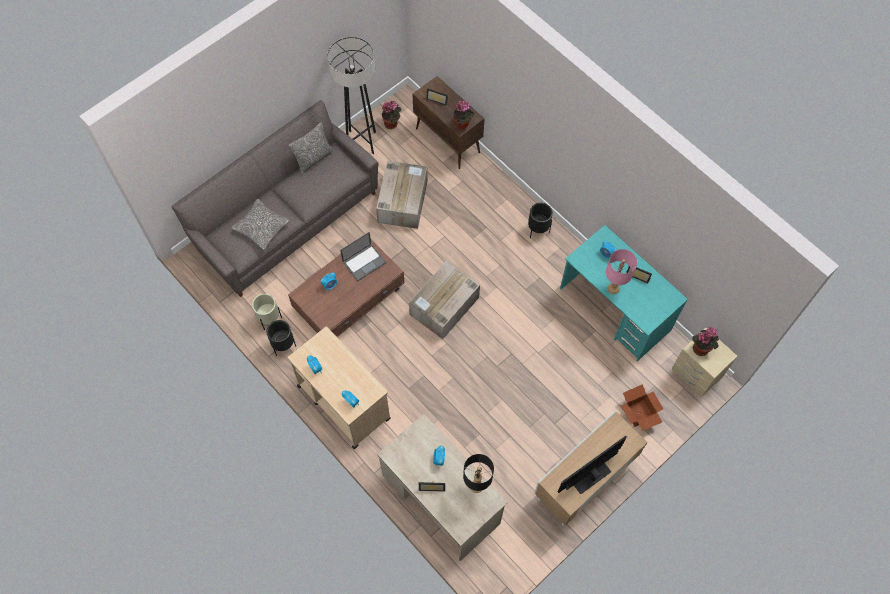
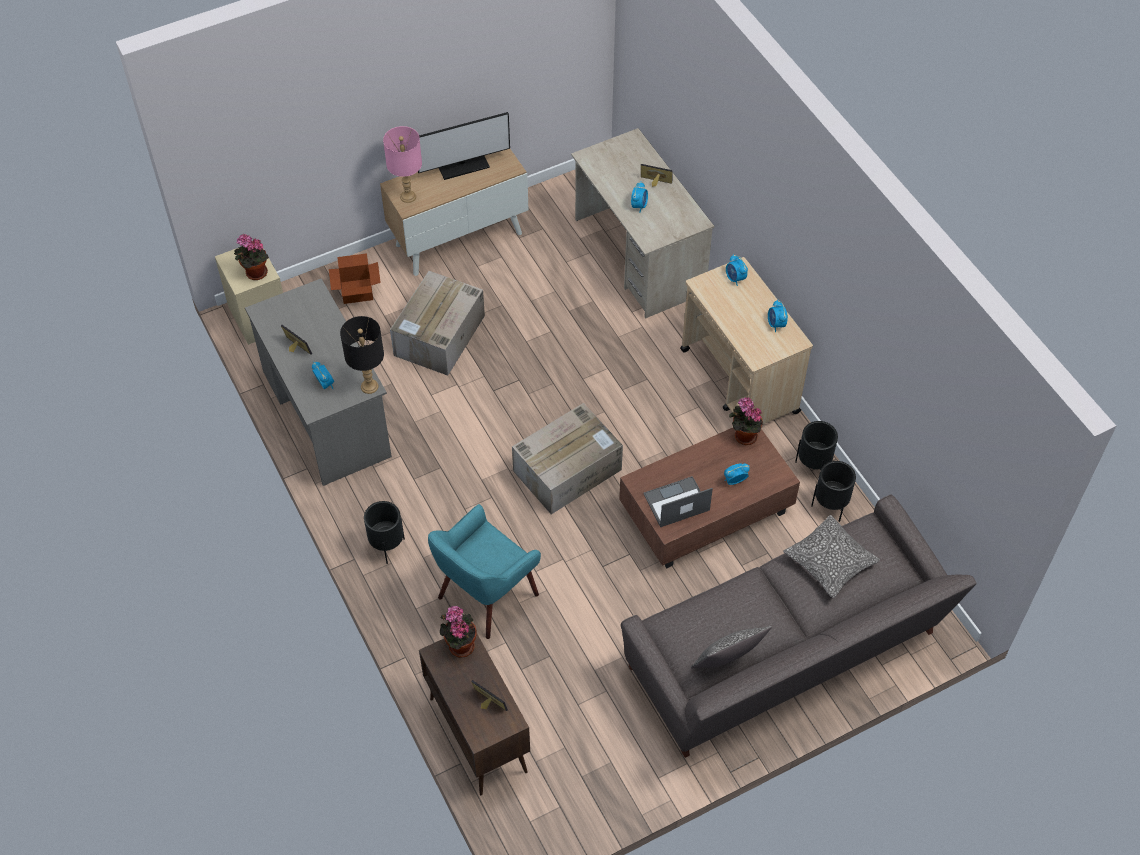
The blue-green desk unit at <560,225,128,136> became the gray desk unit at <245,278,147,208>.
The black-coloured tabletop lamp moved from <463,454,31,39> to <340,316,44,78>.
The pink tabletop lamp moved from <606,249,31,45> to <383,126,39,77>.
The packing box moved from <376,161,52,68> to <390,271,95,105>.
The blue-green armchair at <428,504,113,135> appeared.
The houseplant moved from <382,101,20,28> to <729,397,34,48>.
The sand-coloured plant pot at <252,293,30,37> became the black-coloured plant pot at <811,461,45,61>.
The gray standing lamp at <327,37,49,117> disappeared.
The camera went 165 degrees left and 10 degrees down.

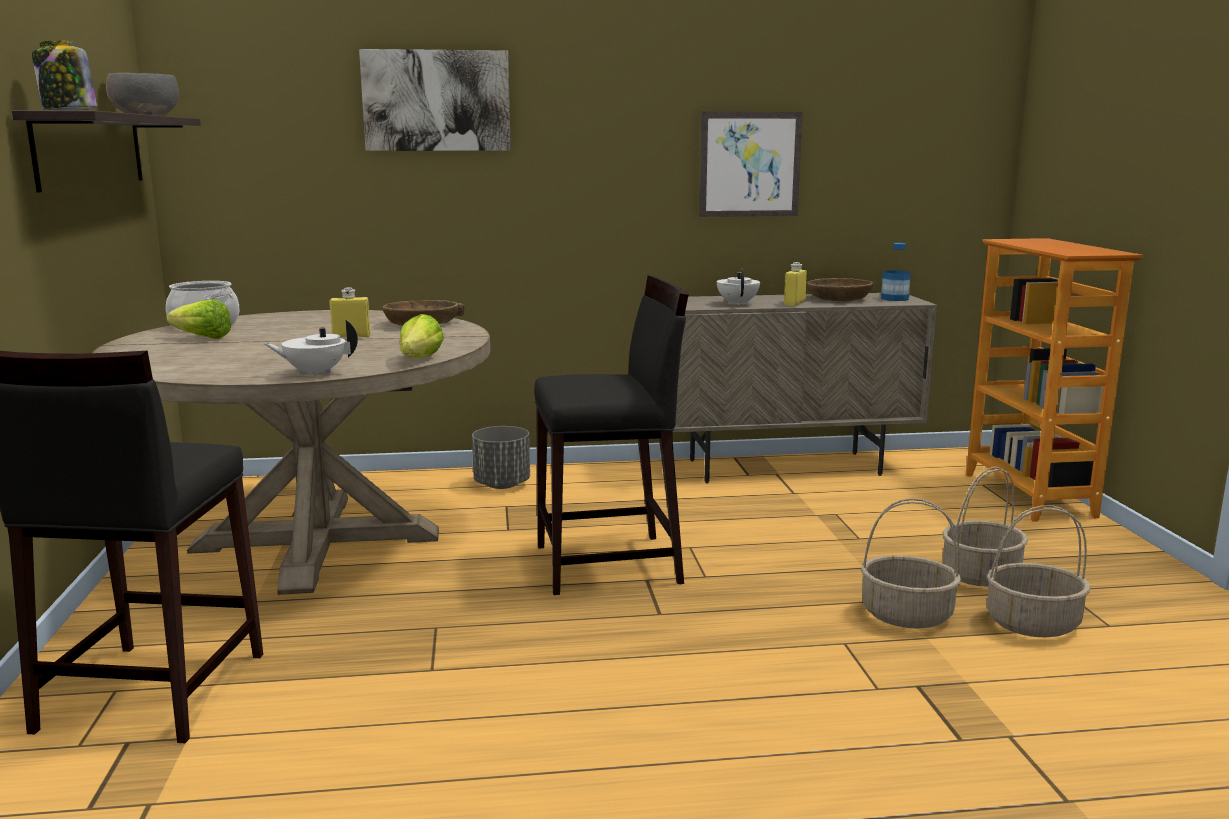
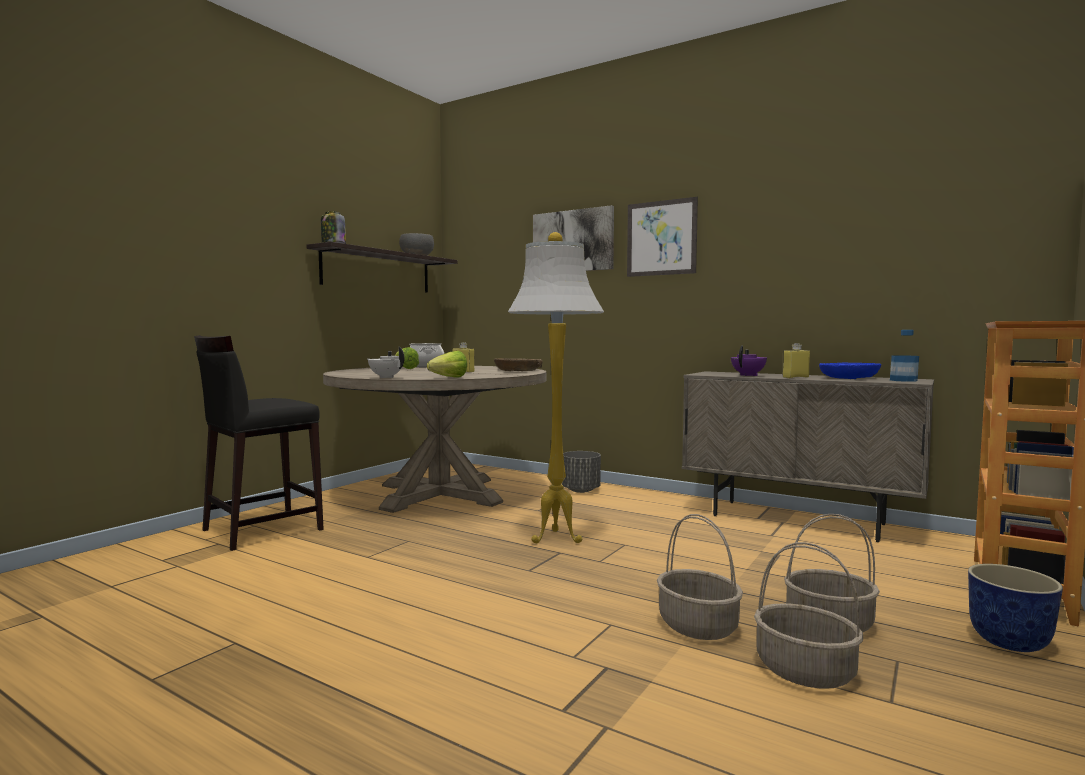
The black-coloured stool seat at <534,275,154,320> was replaced by the white standing lamp at <508,232,96,311>.
The wall art moved from <699,111,104,106> to <627,197,71,80>.
The white tea pot at <717,269,43,37> became the purplish tea pot at <731,345,36,31>.
The brown-coloured serving bowl at <806,278,67,23> became the bluish serving bowl at <819,363,62,16>.
The plant pot at <968,564,95,88> appeared.
The camera went 40 degrees right and 10 degrees down.

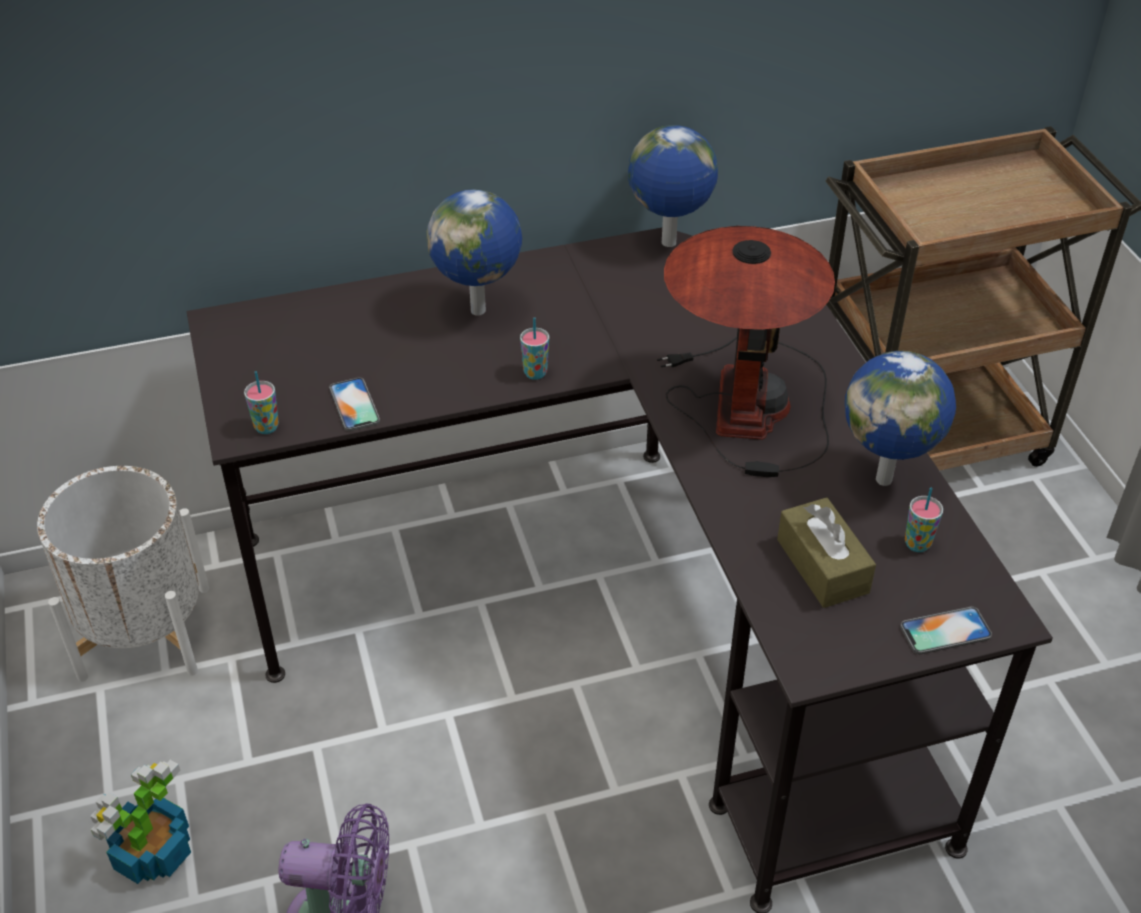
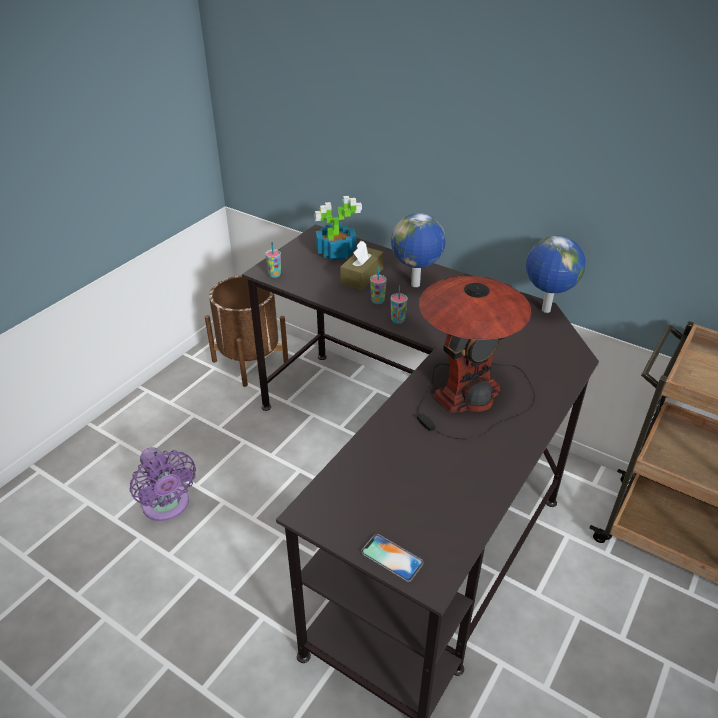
The white plant pot at <37,466,172,216> became the brown-coloured plant pot at <205,275,83,112>.
The houseplant moved from <90,760,101,124> to <314,196,48,64>.
The brown-coloured tissue box moved from <777,497,99,111> to <340,241,44,49>.
The cup moved from <905,488,38,64> to <370,267,17,37>.
The handset at <329,377,51,54> disappeared.
The desk globe at <845,351,111,135> disappeared.
The camera went 50 degrees right and 5 degrees down.

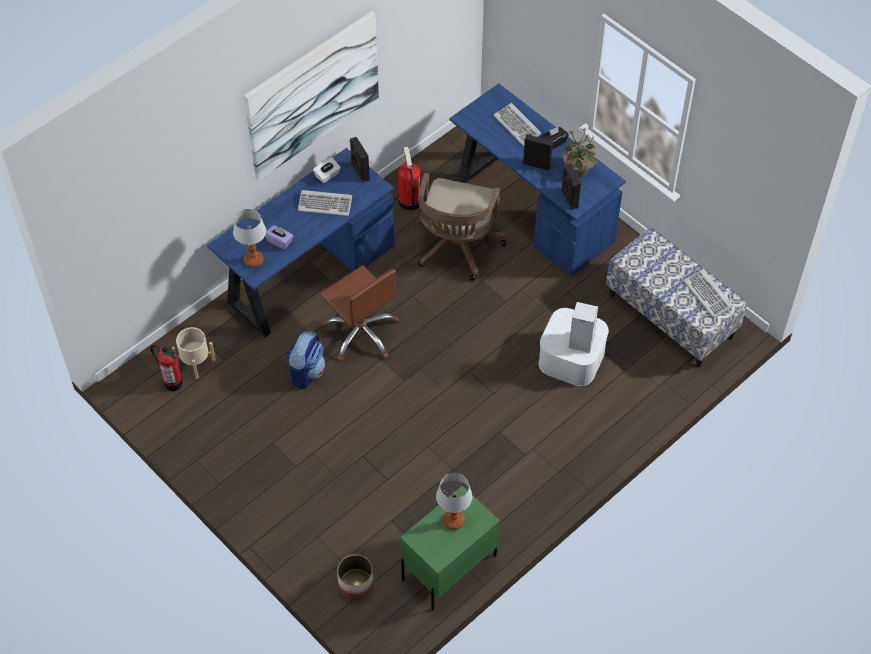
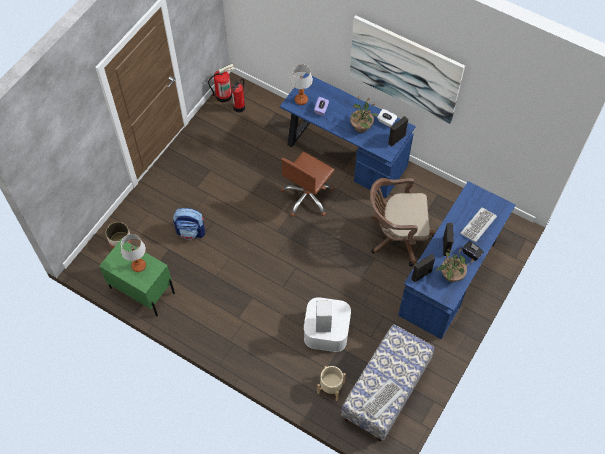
The rucksack moved from <286,331,40,58> to <173,208,32,32>.
The extinguisher moved from <398,147,23,63> to <208,64,28,39>.
The sand-coloured plant pot moved from <172,327,44,52> to <317,366,29,35>.
The computer keyboard at <298,190,54,26> was replaced by the houseplant at <350,96,28,37>.
The camera went 75 degrees right and 5 degrees up.

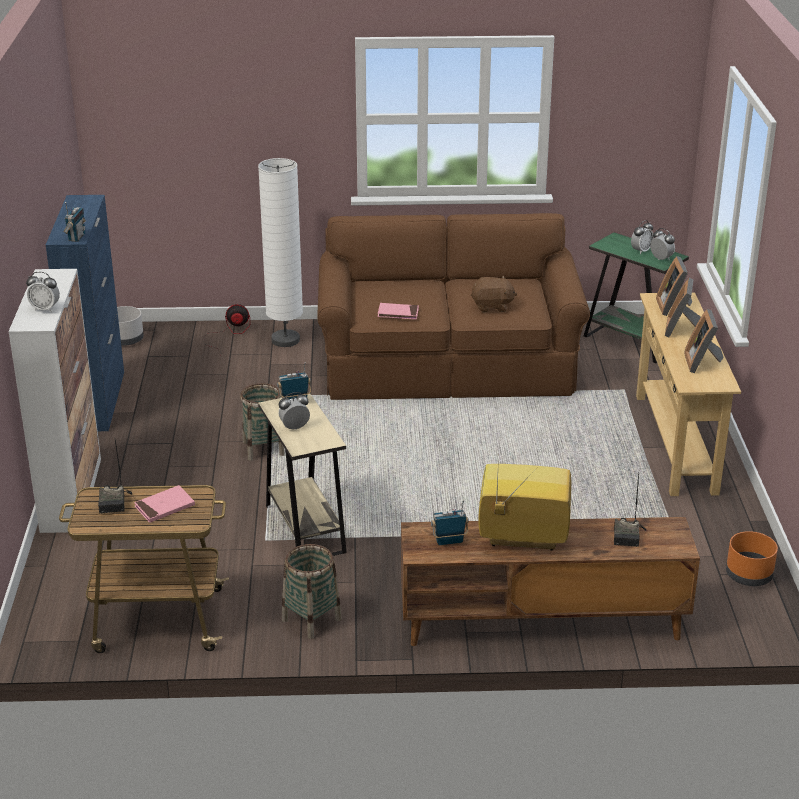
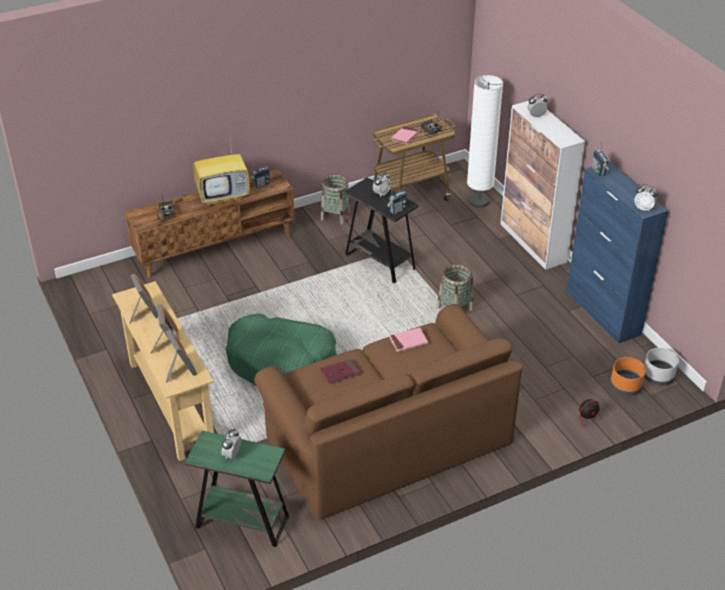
The green pet bed at <226,313,111,73> appeared.
The brown-coloured soft toy at <471,276,46,36> was replaced by the reddish bound book at <320,359,40,25>.
The sand-coloured side table at <258,394,89,162> became the black-coloured side table at <344,177,75,106>.
The white standing lamp moved from <258,158,45,189> to <467,75,36,133>.
The orange plant pot moved from <726,531,52,55> to <610,357,36,39>.
The alarm clock moved from <650,228,25,32> to <634,184,24,28>.
The camera went 155 degrees right and 10 degrees up.

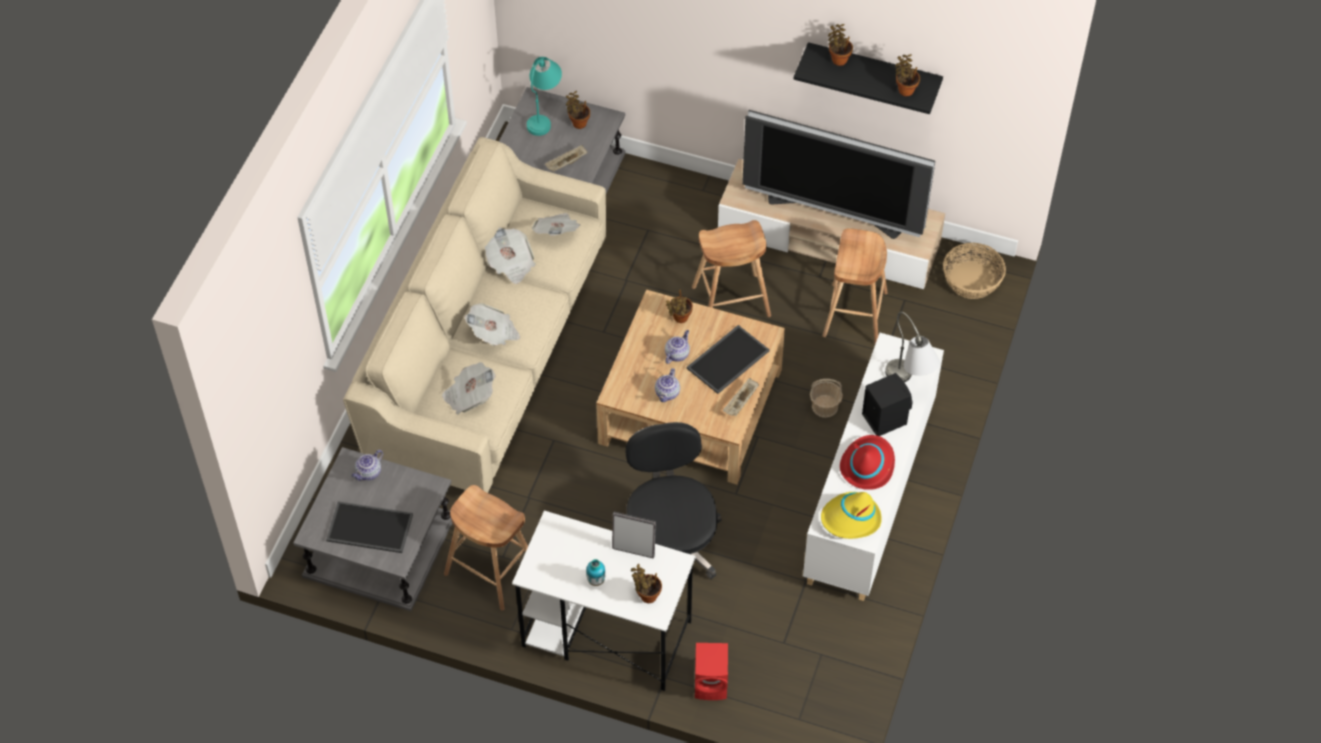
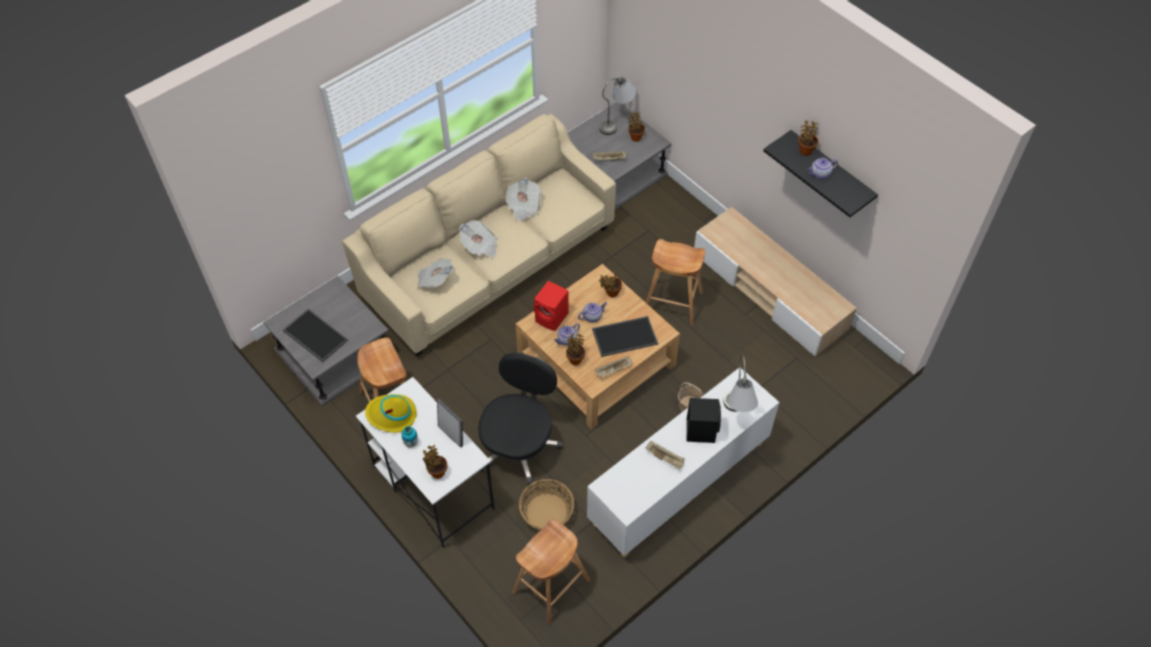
The yellow clothing hat moved from <821,492,61,47> to <365,394,52,39>.
The brown-coloured stool seat moved from <822,228,66,116> to <512,519,78,105>.
The basket moved from <943,243,63,56> to <519,479,55,51>.
The reddish loudspeaker moved from <695,643,33,57> to <533,281,36,50>.
The houseplant moved from <895,54,25,42> to <566,333,19,32>.
The blue-green tabletop lamp at <527,57,35,79> became the gray tabletop lamp at <599,77,37,58>.
The reddish clothing hat at <840,435,55,55> was replaced by the sand-coloured tray at <645,441,40,29>.
The tea pot moved from <352,450,31,30> to <807,158,31,22>.
The printed paper at <532,213,48,23> disappeared.
The television at <742,110,193,129> disappeared.
The camera went 30 degrees right and 0 degrees up.

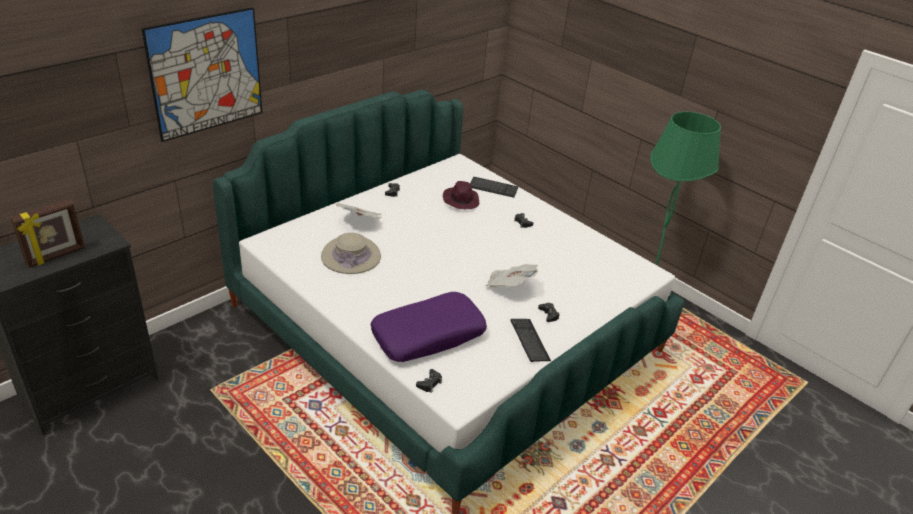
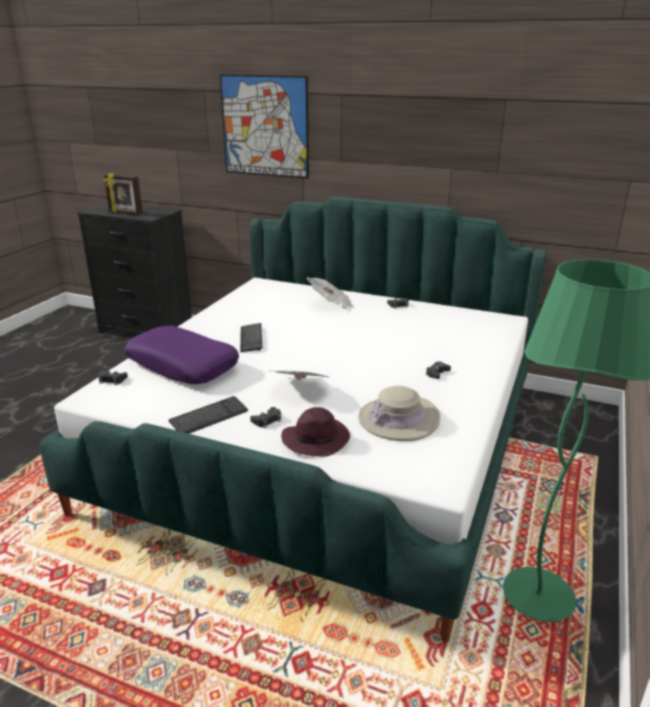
The computer keyboard moved from <470,177,48,21> to <240,323,22,29>.
The purplish clothing hat moved from <443,181,36,28> to <281,407,69,50>.
The sand-coloured clothing hat moved from <321,233,60,41> to <358,386,82,55>.
The camera went 70 degrees right and 10 degrees down.

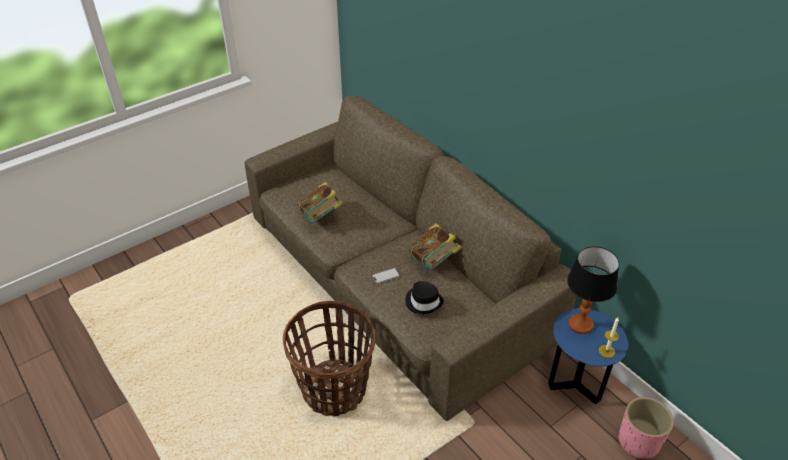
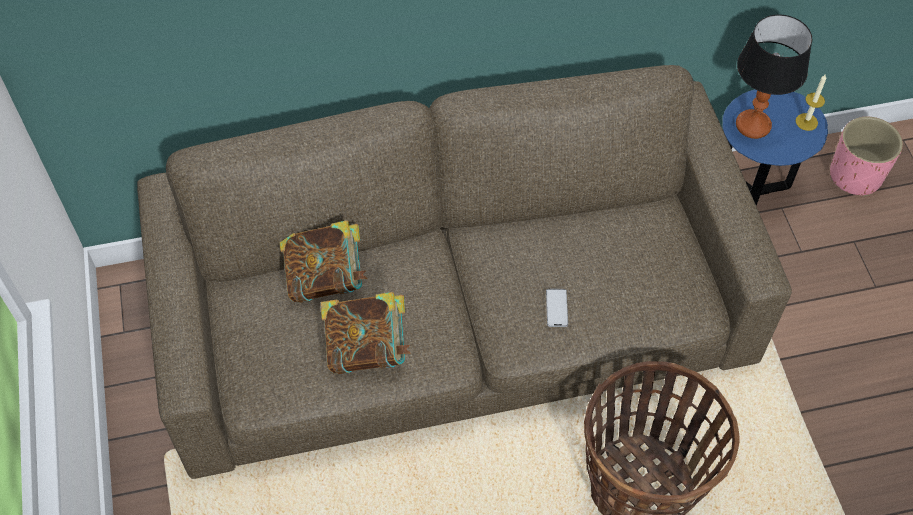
The bound book moved from <409,223,53,46> to <280,220,87,83>.
The black-coloured clothing hat at <405,281,39,33> disappeared.
The camera went 65 degrees left and 15 degrees up.

